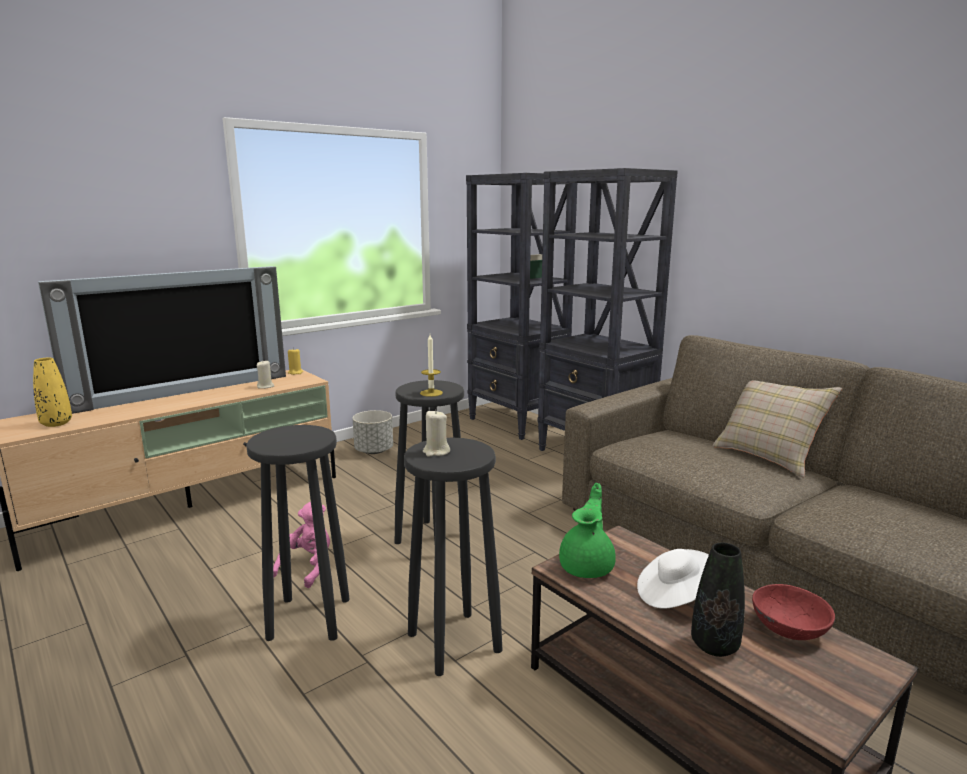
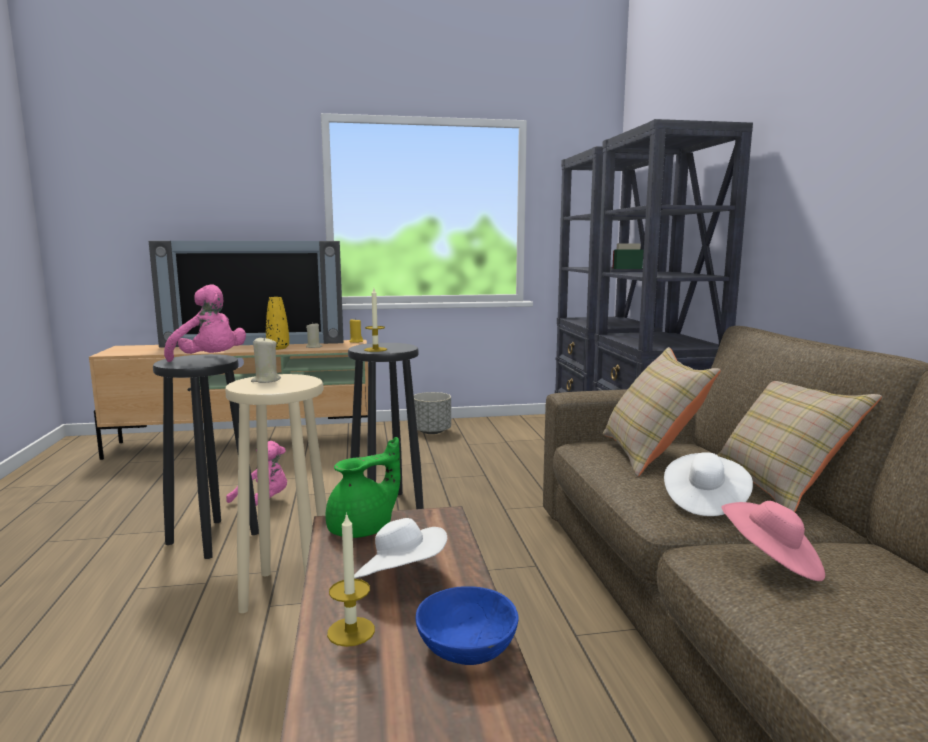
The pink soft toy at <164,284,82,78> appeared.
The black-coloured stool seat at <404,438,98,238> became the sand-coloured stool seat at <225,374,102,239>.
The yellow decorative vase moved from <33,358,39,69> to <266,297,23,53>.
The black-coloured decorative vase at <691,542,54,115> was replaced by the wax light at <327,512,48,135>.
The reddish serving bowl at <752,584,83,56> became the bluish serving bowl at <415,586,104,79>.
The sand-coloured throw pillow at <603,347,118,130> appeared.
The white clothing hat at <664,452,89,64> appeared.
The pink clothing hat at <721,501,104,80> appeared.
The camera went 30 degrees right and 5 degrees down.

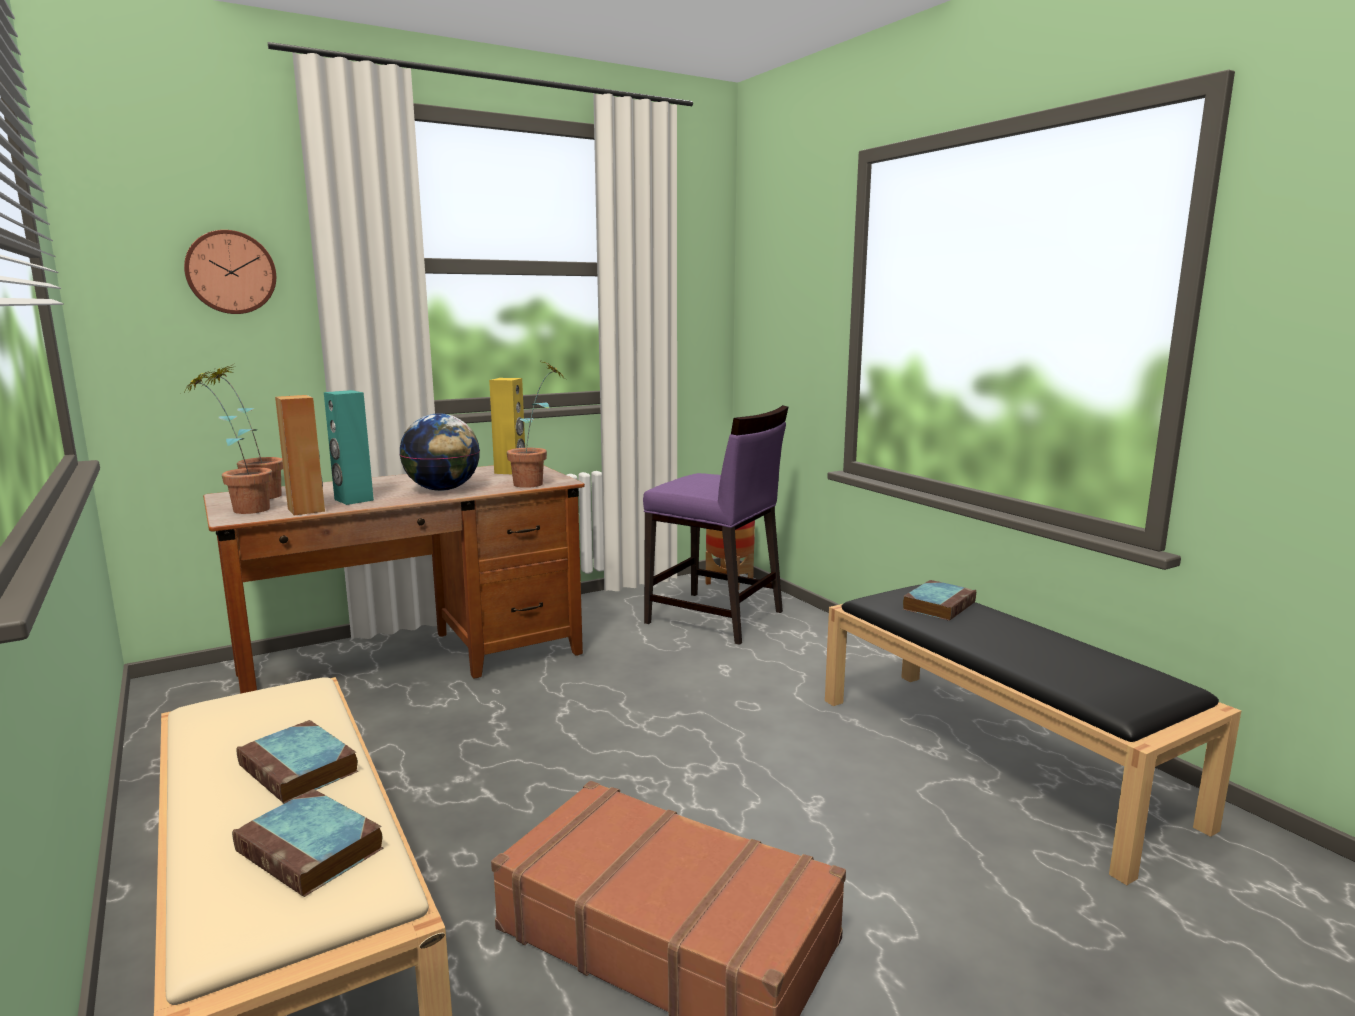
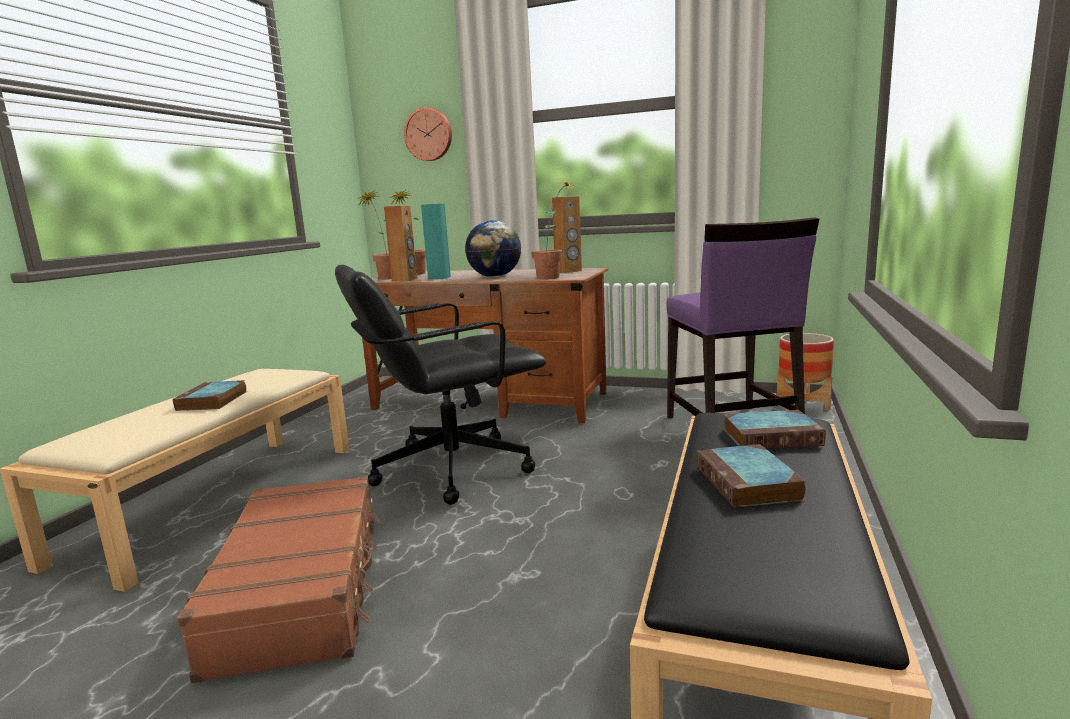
The black-coloured desk chair at <335,265,211,240> appeared.
The yellow loudspeaker at <489,378,36,96> became the brown-coloured loudspeaker at <552,196,30,77>.
The bound book moved from <232,789,151,108> to <696,444,110,64>.
The camera went 50 degrees right and 0 degrees up.

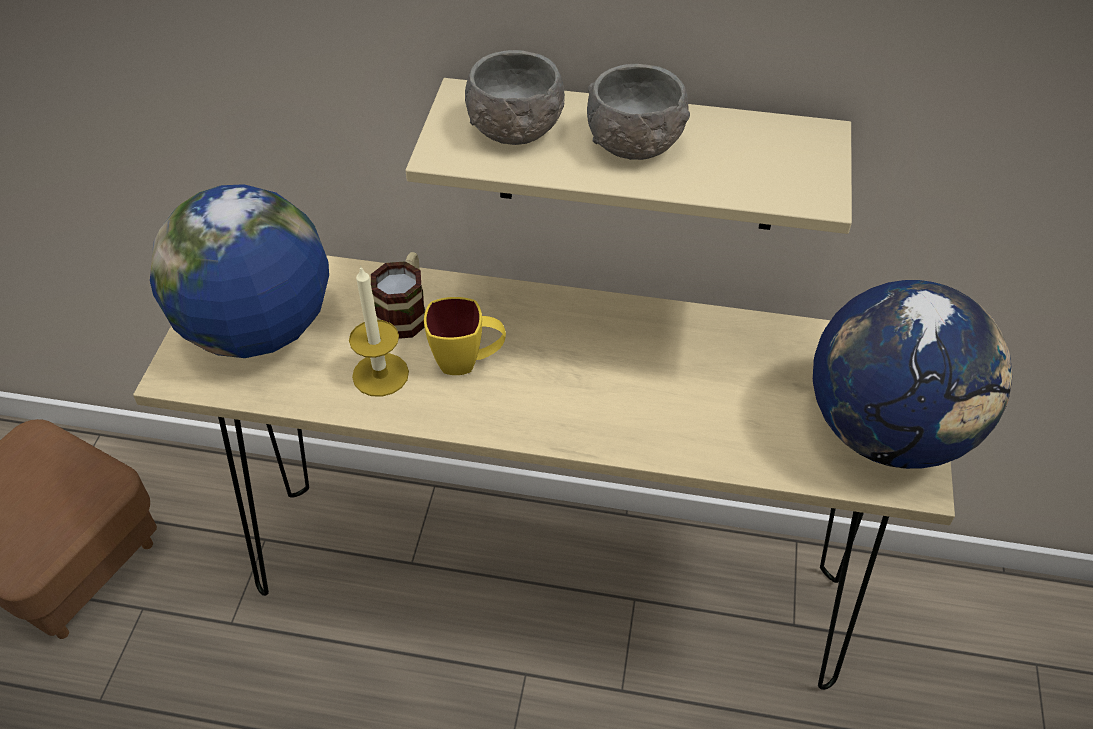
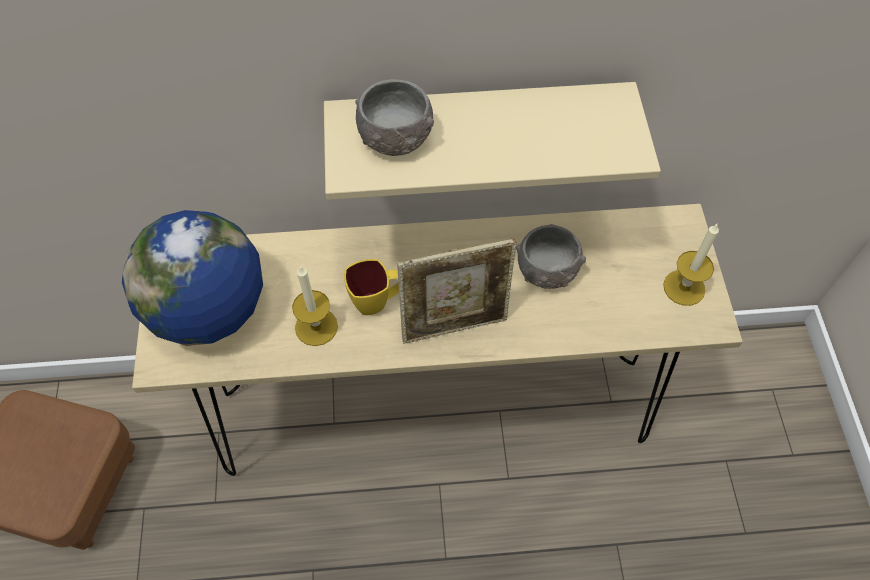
The picture frame at <397,238,120,106> appeared.
The gray serving bowl moved from <587,64,103,96> to <516,224,70,65>.
The desk globe at <813,280,199,189> was replaced by the wax light at <663,223,56,83>.
The mug at <371,252,54,87> disappeared.
The camera went 15 degrees left and 10 degrees up.

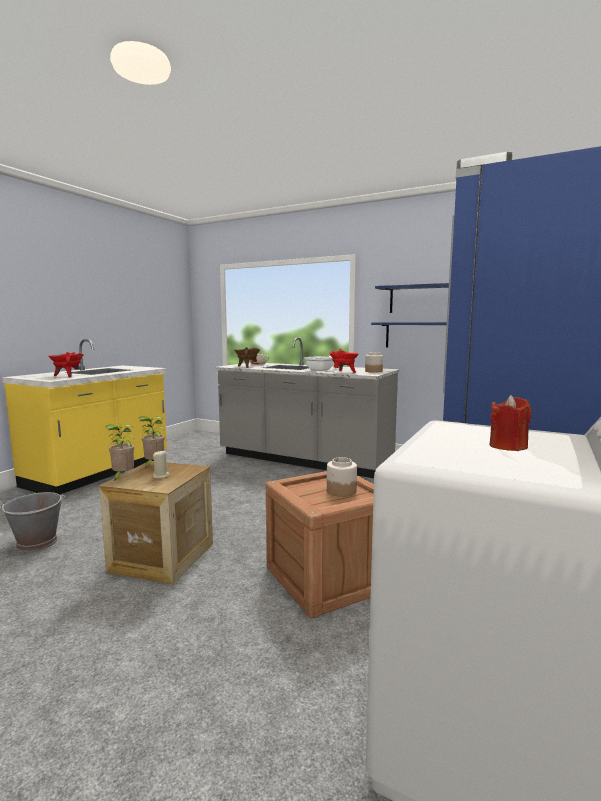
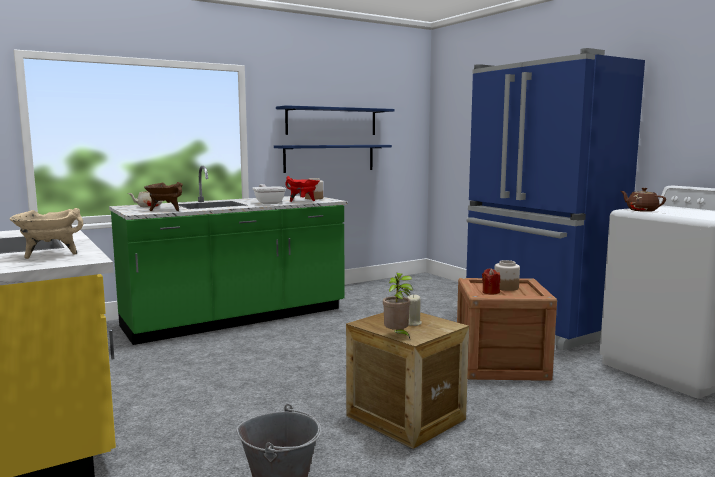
The reddish stockpot at <48,352,36,25> became the sand-coloured stockpot at <10,208,73,51>.
The gray kitchen base unit at <214,337,185,141> became the green kitchen base unit at <109,166,239,179>.
The reddish wax light moved from <490,395,41,56> to <482,269,18,25>.
The brown-coloured tea pot at <621,188,45,24> appeared.
The houseplant at <139,416,26,52> disappeared.
The camera went 60 degrees left and 0 degrees up.

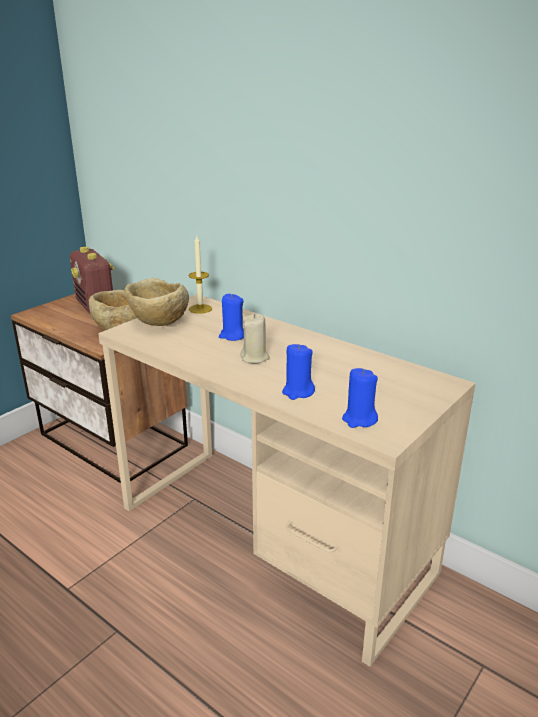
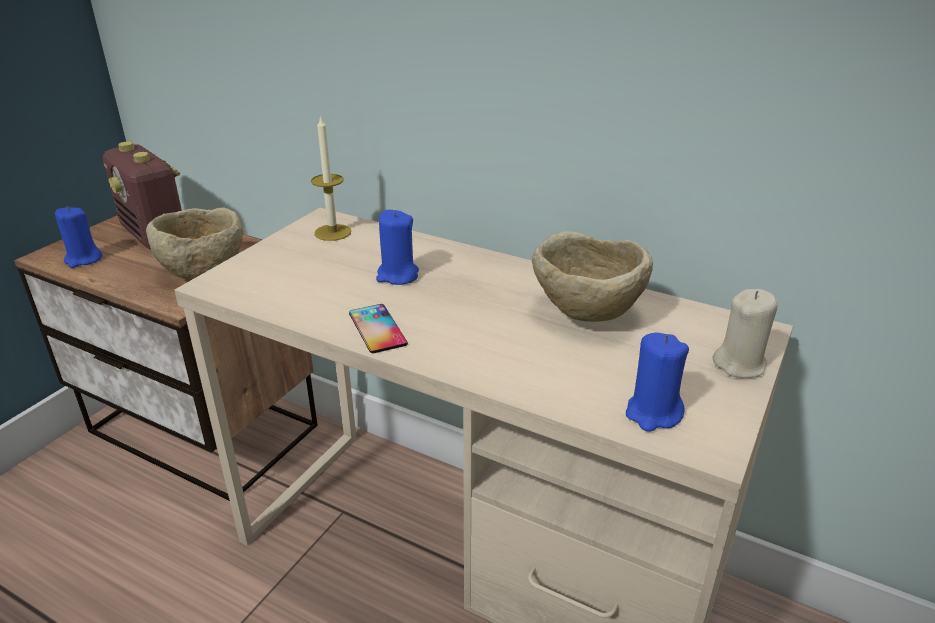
The bluish wax light moved from <282,344,33,56> to <55,206,48,62>.
The handset at <349,304,59,49> appeared.
The sand-coloured serving bowl moved from <124,278,65,48> to <532,231,121,91>.
The sand-coloured wax light moved from <241,314,29,50> to <712,289,66,89>.
The camera went 10 degrees left and 5 degrees up.

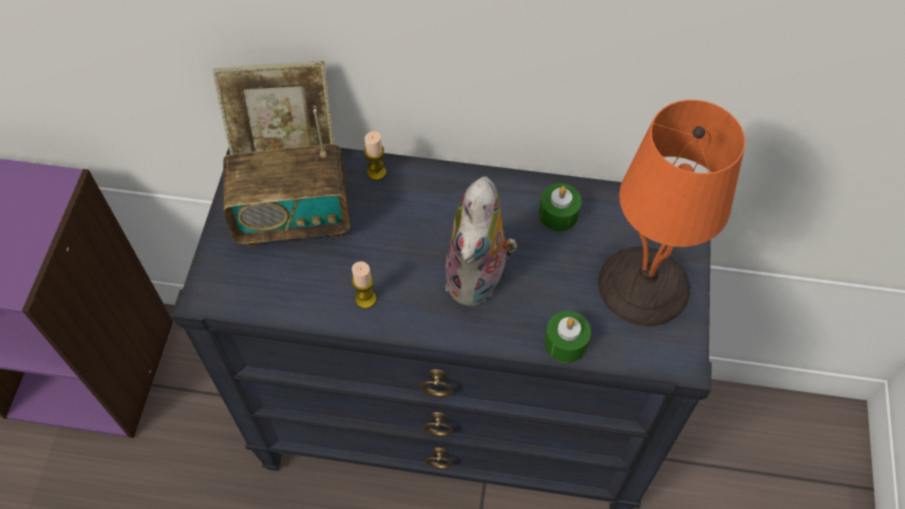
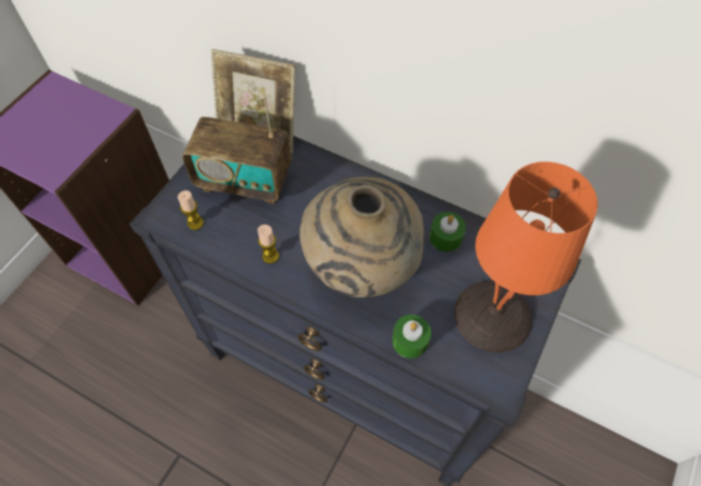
The wax light moved from <364,131,22,49> to <178,190,26,40>.
The soft toy at <445,177,72,129> was replaced by the sand-coloured decorative vase at <299,176,126,121>.
The camera went 20 degrees right and 0 degrees up.

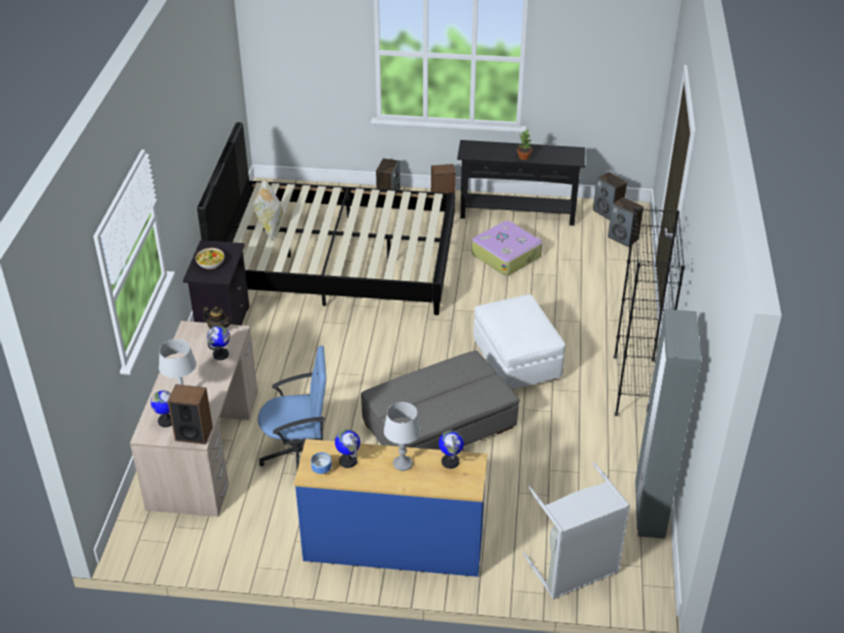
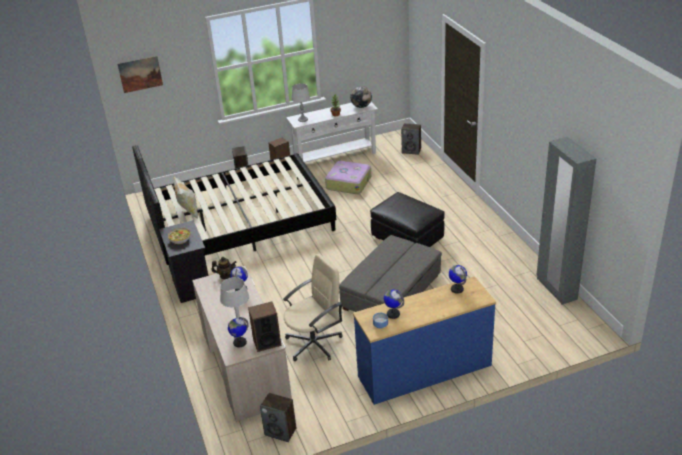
The wall art at <118,56,45,37> appeared.
The loudspeaker moved from <593,172,34,48> to <260,393,37,49>.
The bluish desk chair at <258,346,68,124> became the sand-coloured desk chair at <283,254,60,107>.
The black-coloured hall table at <457,140,128,86> became the white hall table at <286,102,92,61>.
The gray tabletop lamp moved from <384,402,37,69> to <292,83,18,39>.
The desk globe at <350,86,22,22> appeared.
The white footrest at <473,294,92,96> became the black-coloured footrest at <370,192,75,55>.
The gray hamper at <523,462,107,137> disappeared.
The black-coloured shelving unit at <614,207,71,209> disappeared.
The camera went 25 degrees left and 5 degrees down.

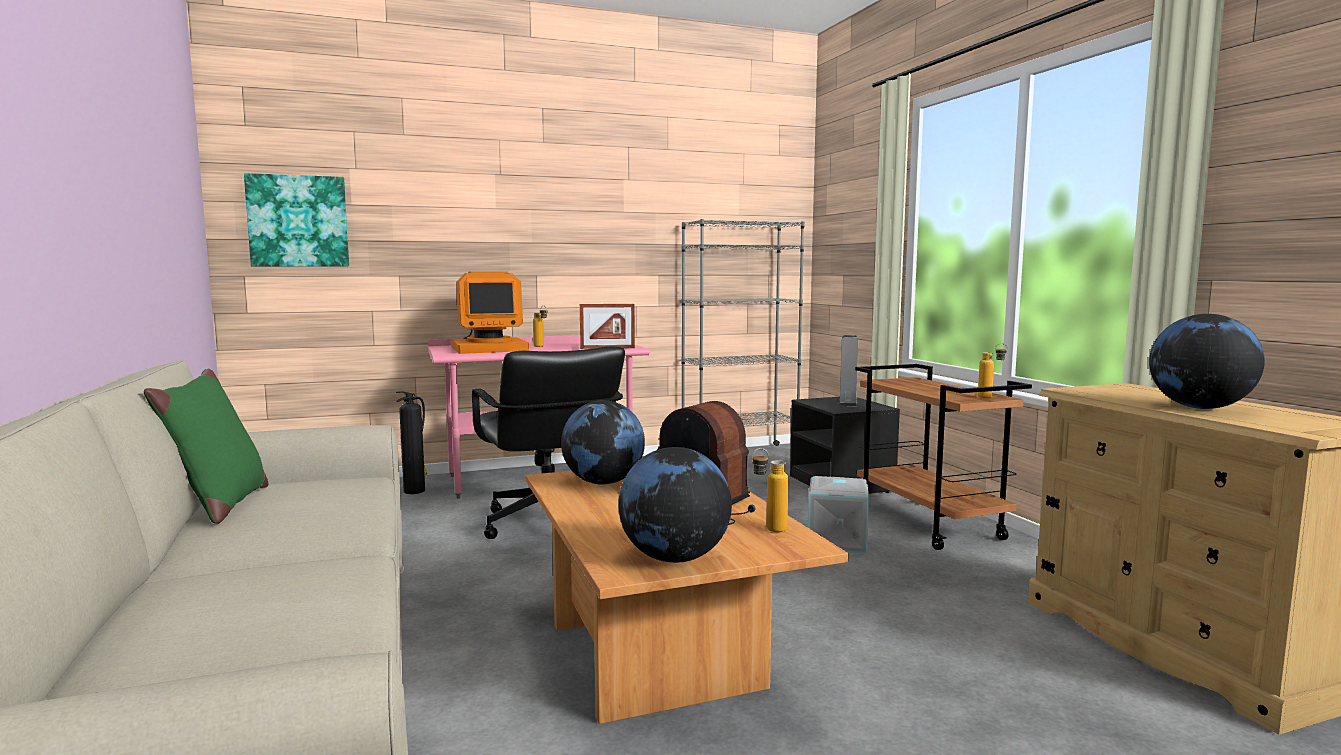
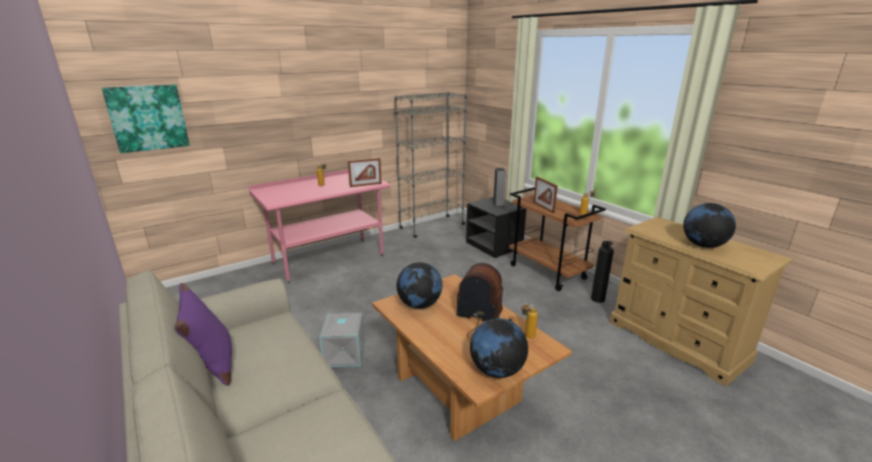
The green throw pillow at <144,369,125,155> became the purplish throw pillow at <174,283,58,103>.
The gray storage container moved from <808,476,61,78> to <319,312,46,55>.
The picture frame at <534,176,24,38> appeared.
The extinguisher moved from <396,391,31,103> to <591,241,23,62>.
The monitor at <451,271,78,83> disappeared.
The black-coloured desk chair at <472,346,153,193> disappeared.
The camera went 15 degrees left and 15 degrees up.

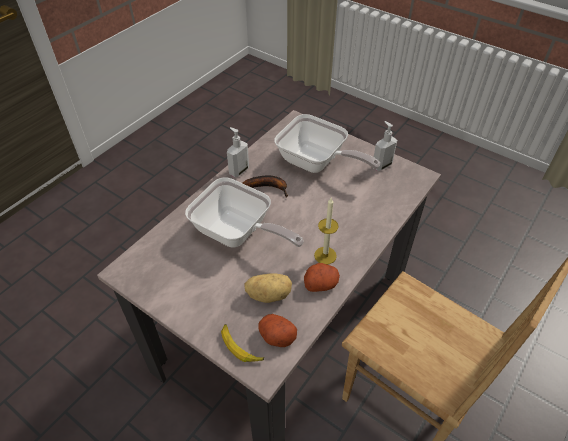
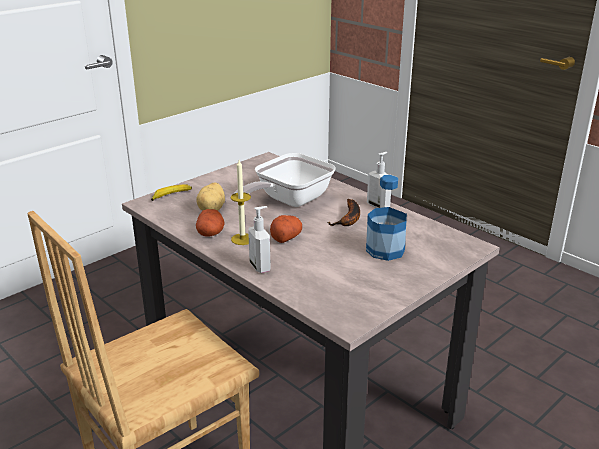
The liquid soap bottle moved from <374,121,23,50> to <248,206,23,67>.
The potato moved from <258,314,39,33> to <270,215,32,28>.
The pan at <274,114,106,59> was replaced by the bottle at <366,175,41,86>.
The camera went 100 degrees right and 20 degrees down.

